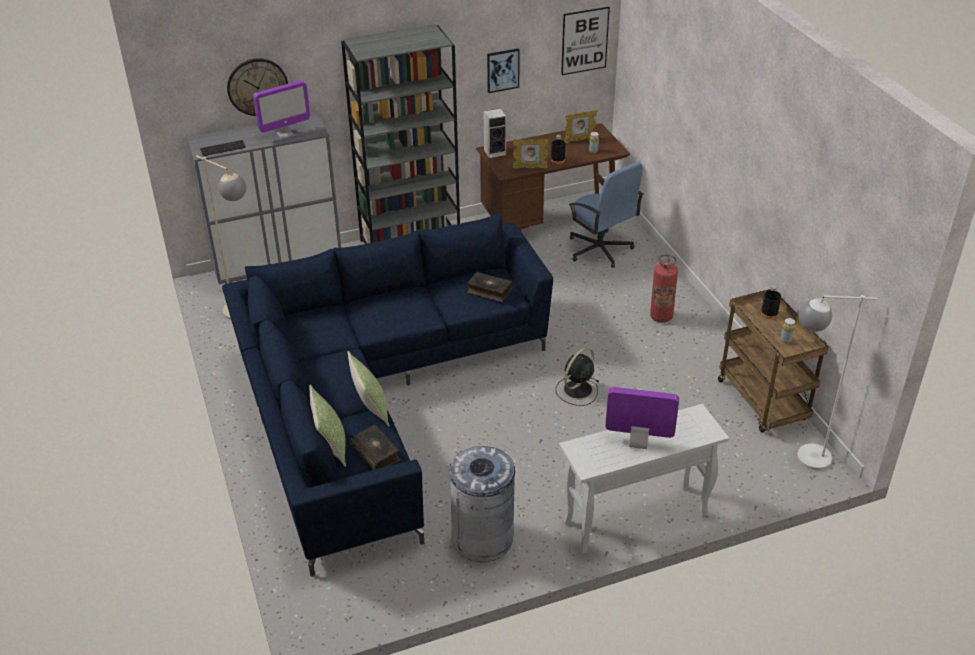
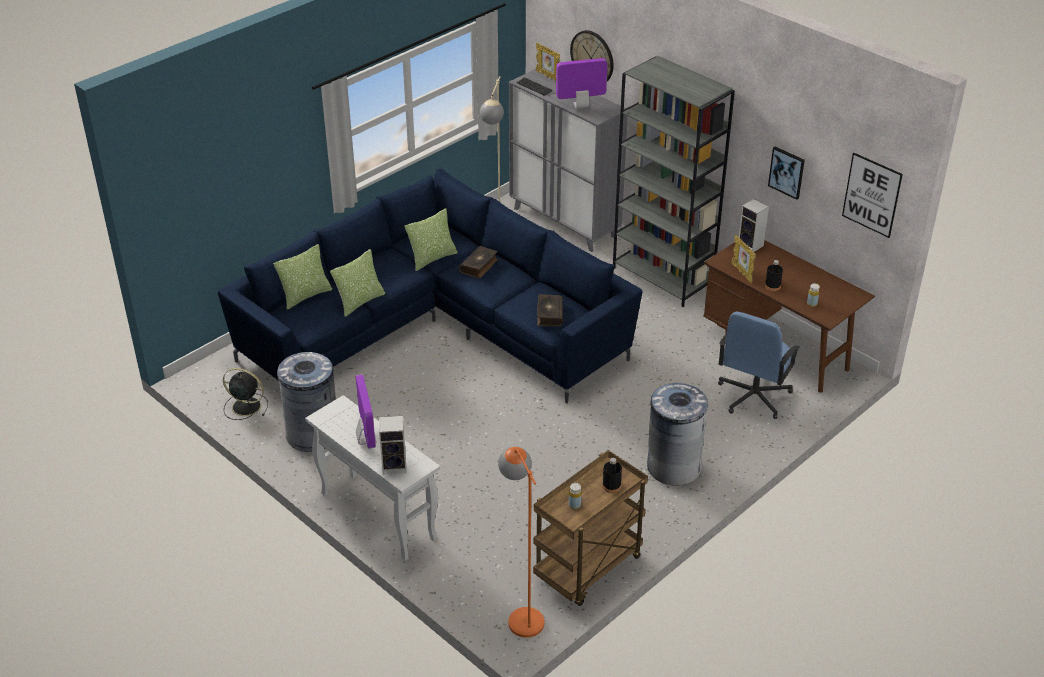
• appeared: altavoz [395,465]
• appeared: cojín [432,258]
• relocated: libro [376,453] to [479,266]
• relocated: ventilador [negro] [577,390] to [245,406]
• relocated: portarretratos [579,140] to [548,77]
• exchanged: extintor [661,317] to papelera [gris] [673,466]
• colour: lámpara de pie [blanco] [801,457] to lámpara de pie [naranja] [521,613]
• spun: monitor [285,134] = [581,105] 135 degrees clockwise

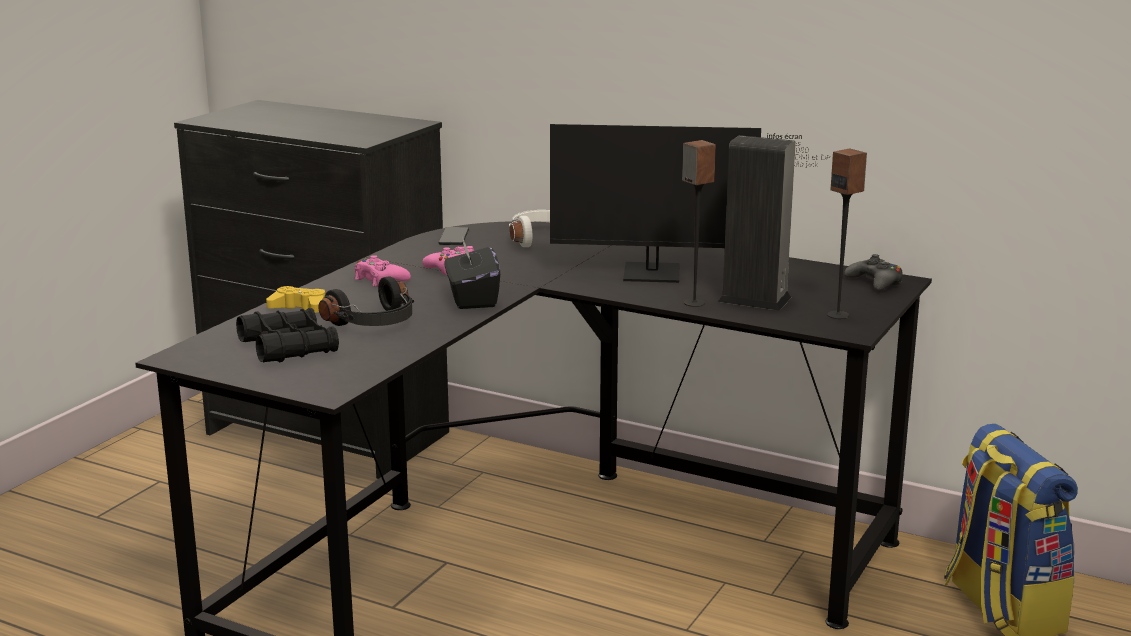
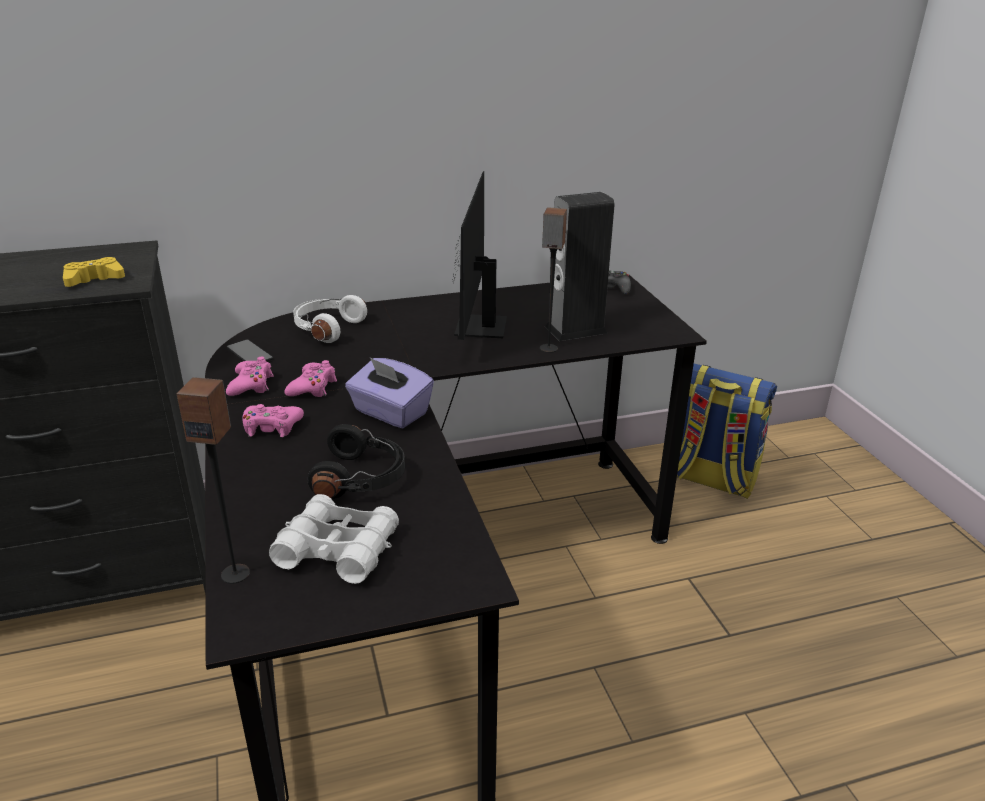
• appeared: mando de consola [rosa] [251,385]
• relocated: mando de consola [amarillo] [299,308] to [94,279]
• relocated: altavoz [838,315] to [236,573]
• colour: prismáticos [negro] [288,347] to prismáticos [blanco] [338,549]
• colour: caja de pañuelos [negro] [472,299] to caja de pañuelos [morado] [390,413]
• spun: monitor [662,274] = [477,330] 135 degrees clockwise

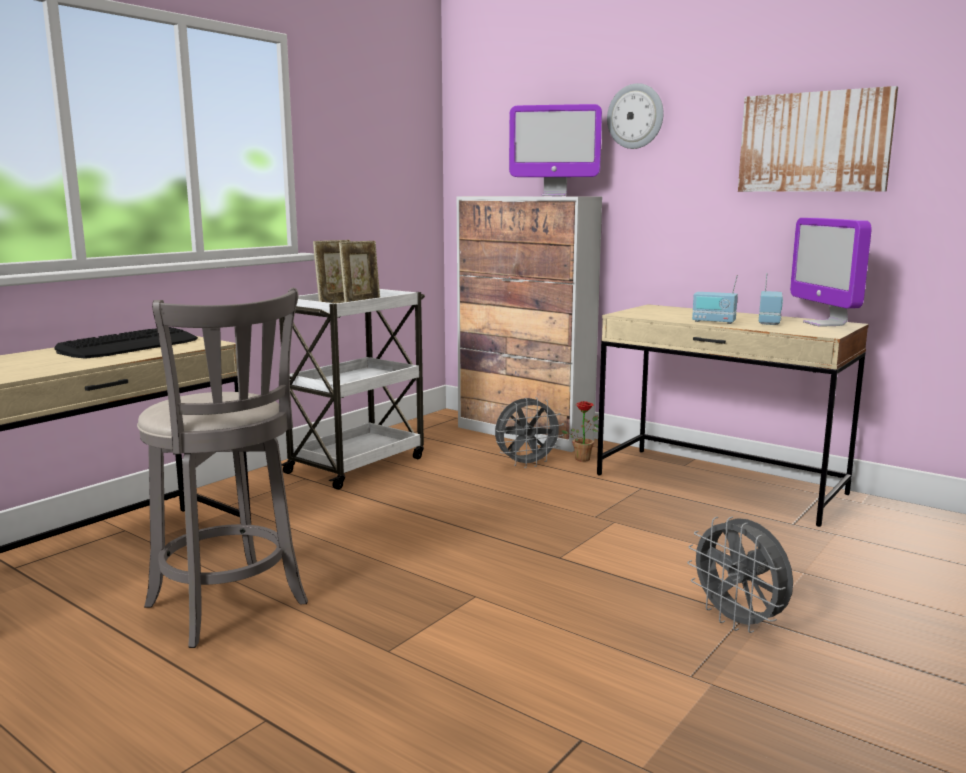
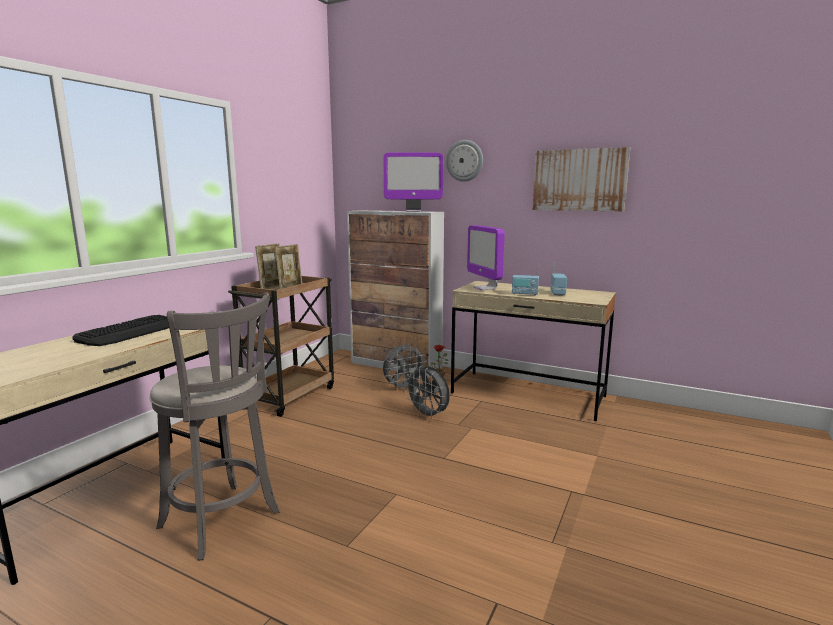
• relocated: ventilador [gris] [739,622] to [428,416]
• relocated: monitor [824,324] to [485,288]
• colour: carrito [blanco] [357,464] to carrito [marrón] [290,396]

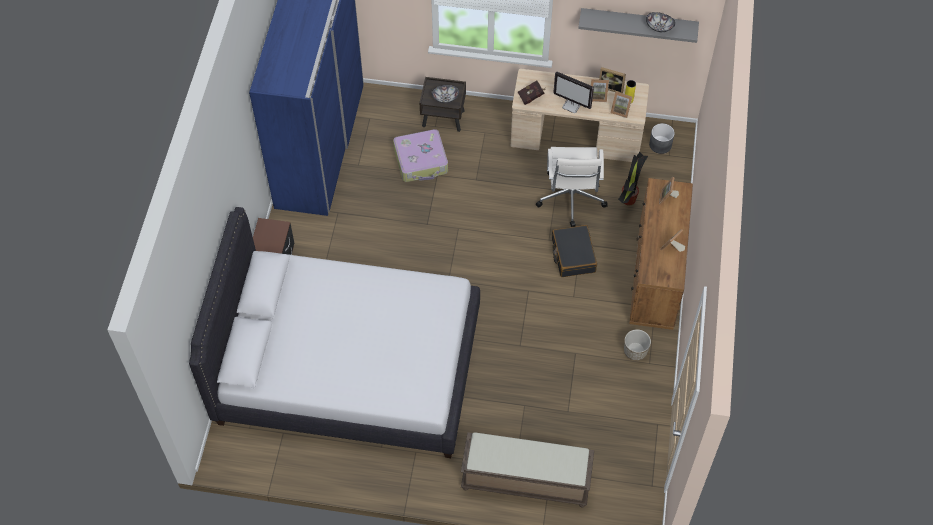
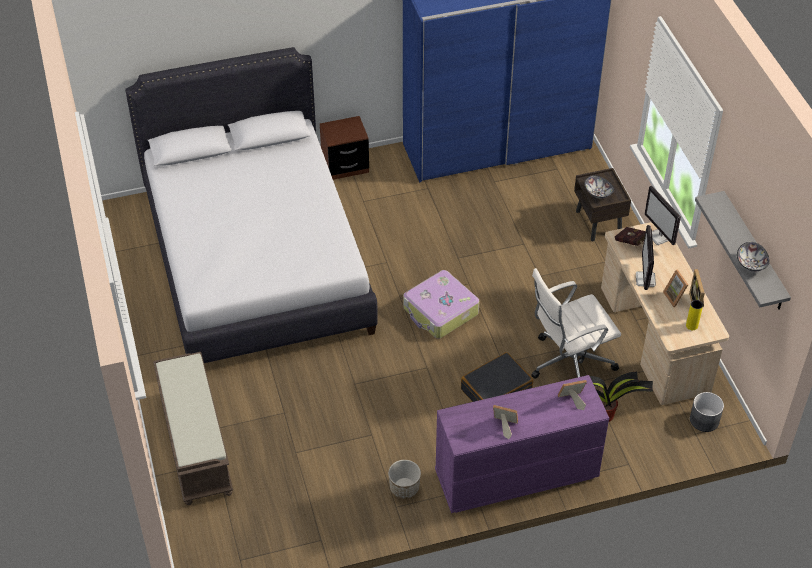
• missing: portarretratos [621,110]
• appeared: monitor [659,237]
• relocated: maleta [421,161] to [440,311]
• colour: cómoda [marrón] [655,276] to cómoda [morado] [515,475]

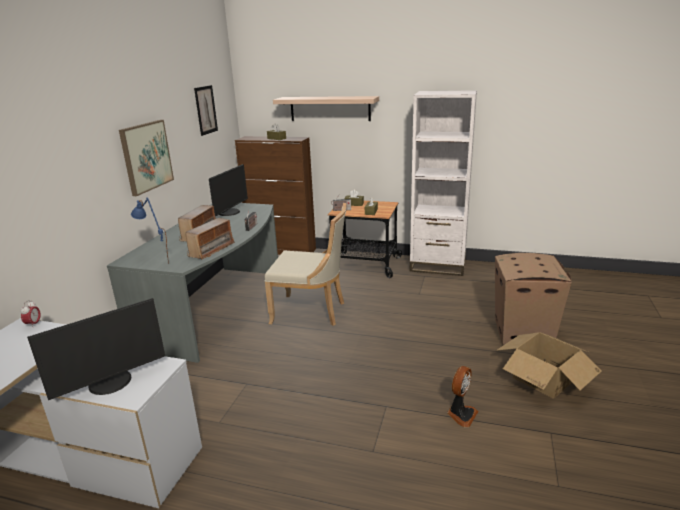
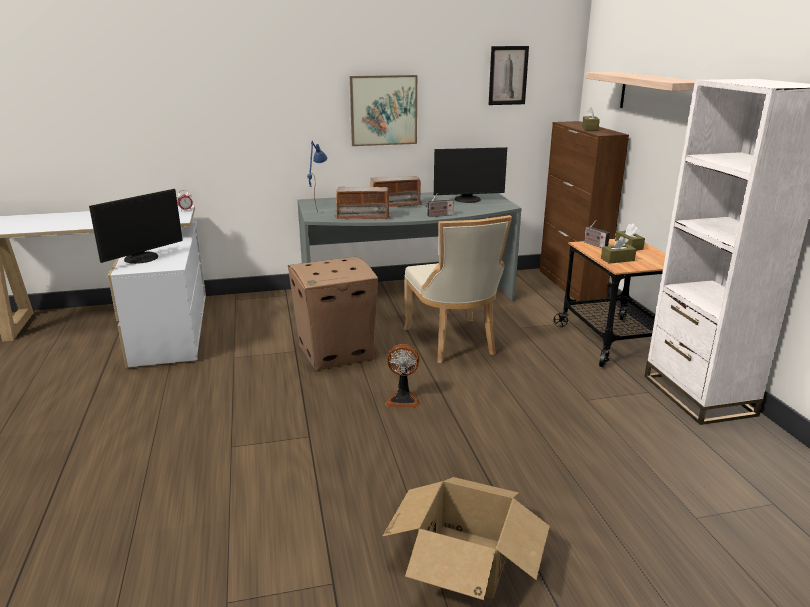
• relocated: ventilador [461,414] to [403,399]
• relocated: caja de cartón [523,332] to [336,352]
• spun: monitor [111,383] = [142,258] 75 degrees counterclockwise

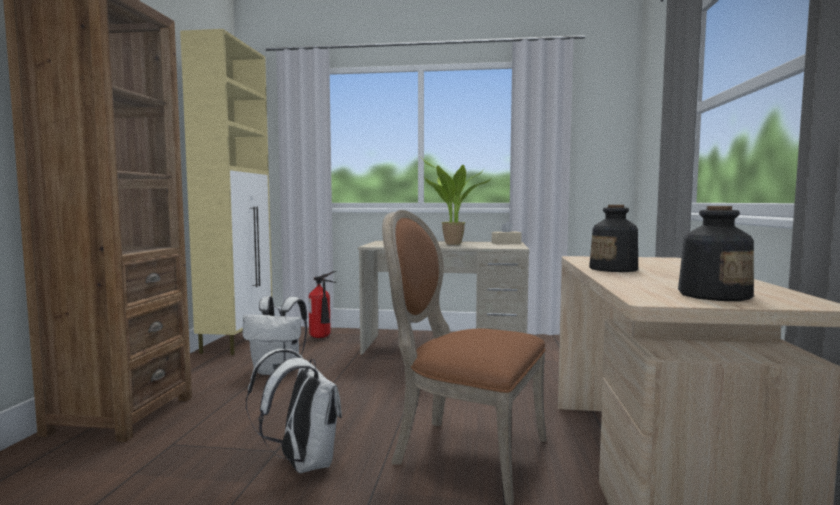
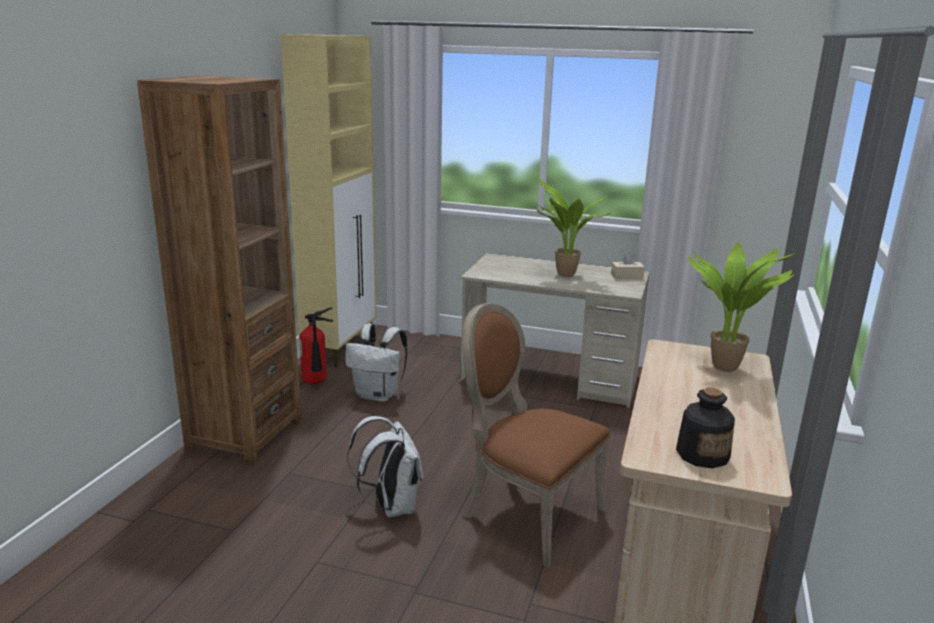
• missing: botella [614,269]
• appeared: planta en maceta [727,366]
• relocated: extintor [322,337] to [316,383]

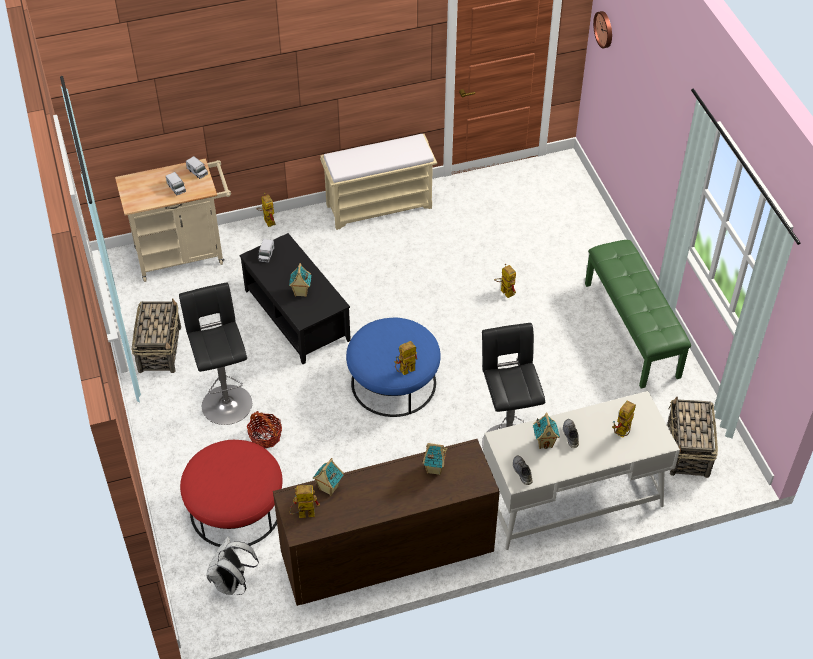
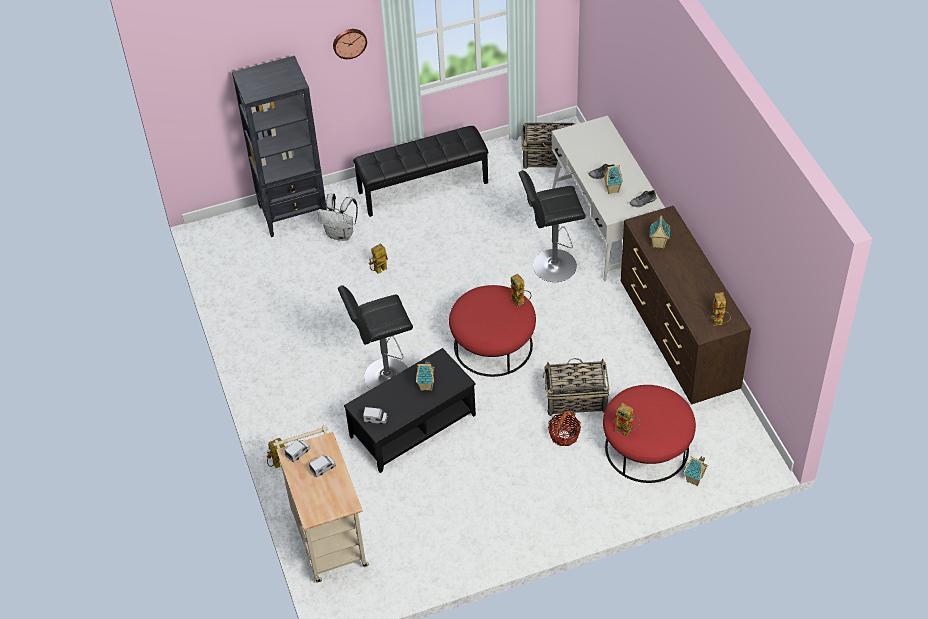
• missing: banco [beis] [380,206]
• appeared: estantería [negro] [294,214]
• relocated: cesta [160,348] to [575,399]
• relocated: taburete [negro] [225,401] to [383,377]
• relocated: mochila [blanco] [232,583] to [341,234]
• relocated: casita [328,488] to [694,480]
• relocated: reloj de pared [604,29] to [349,42]
• relocated: robot de juguete [622,434] to [626,430]
• colour: puf [azul] [393,383] to puf [rojo] [493,345]
• colour: banco [verde] [632,329] to banco [negro] [423,187]

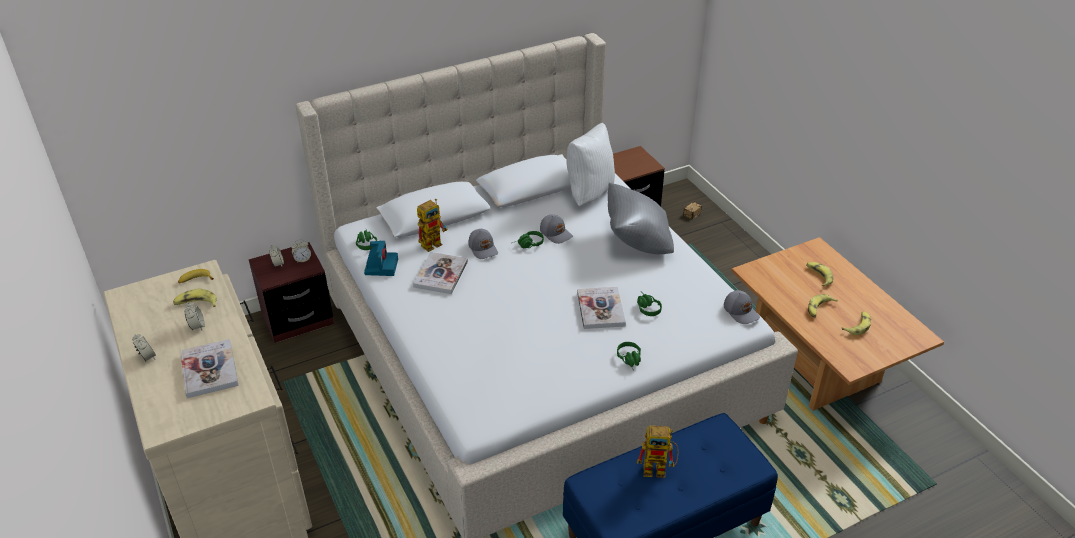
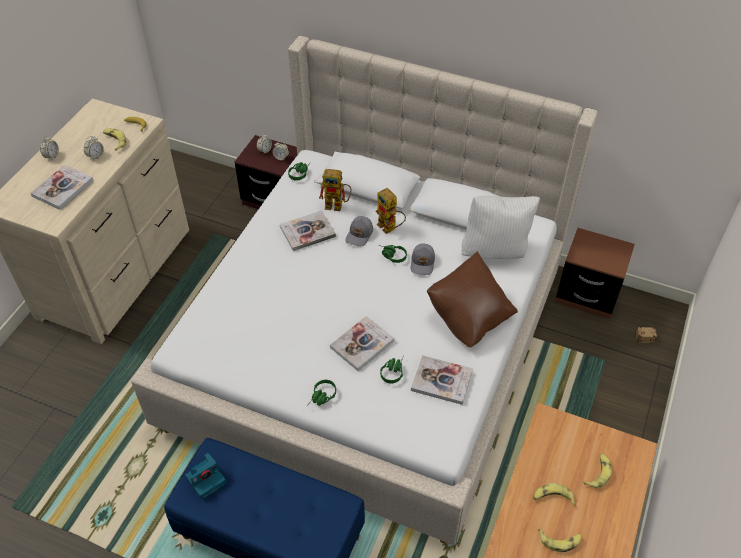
• missing: gorra [gris] [741,311]
• appeared: libro [441,381]
• relocated: cámara [381,266] to [206,479]
• relocated: robot de juguete [659,469] to [390,228]
• colour: cojín [gris] [637,241] to cojín [marrón] [469,317]

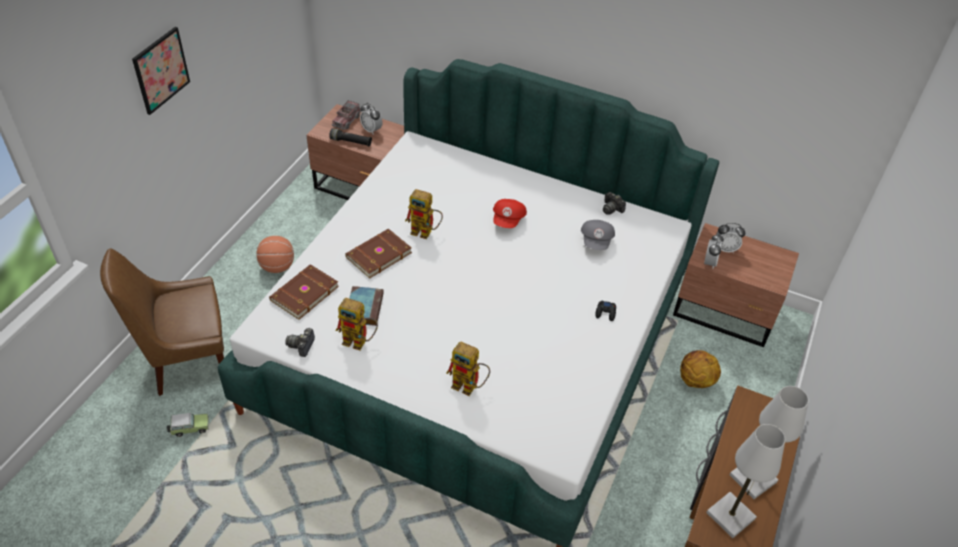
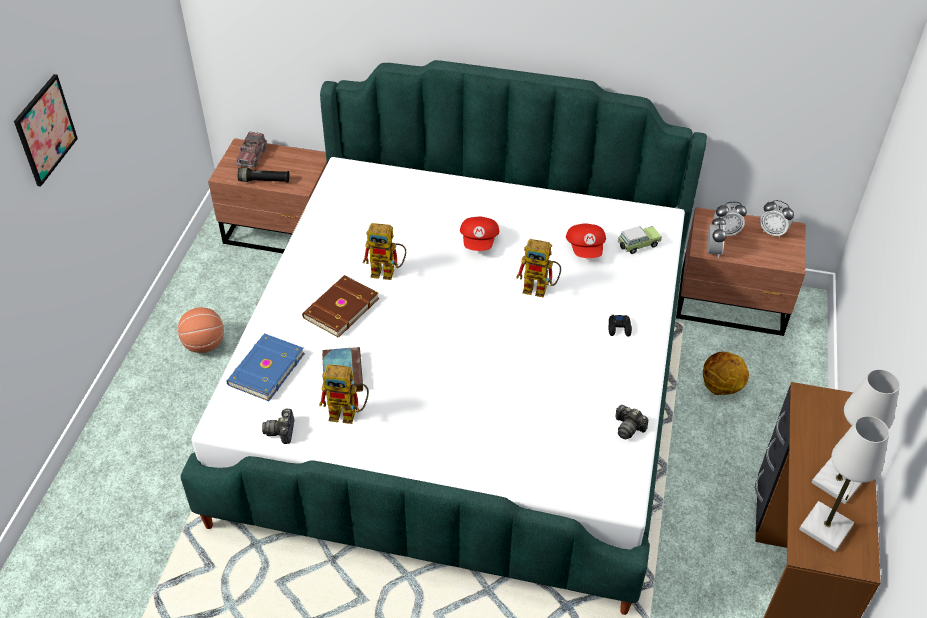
• missing: silla [marrón] [186,360]
• relocated: coche de juguete [189,428] to [637,245]
• relocated: despertador [371,130] to [772,232]
• relocated: robot de juguete [469,387] to [540,289]
• relocated: cámara [611,209] to [628,427]
• colour: libro [marrón] [303,293] to libro [azul] [265,369]
• colour: gorra [gris] [596,241] to gorra [rojo] [586,248]

